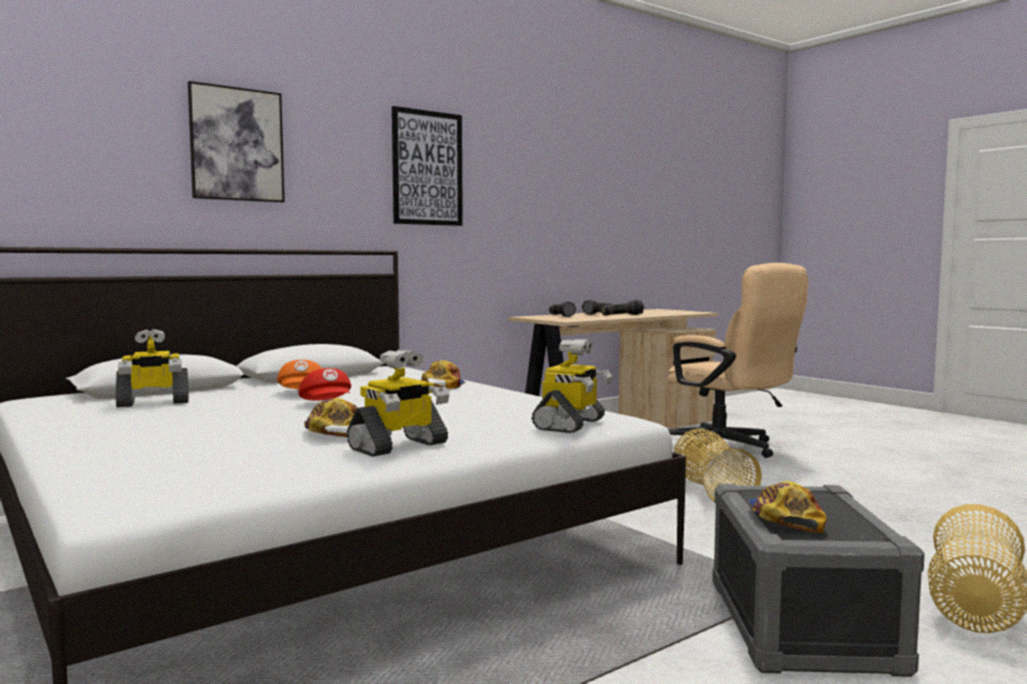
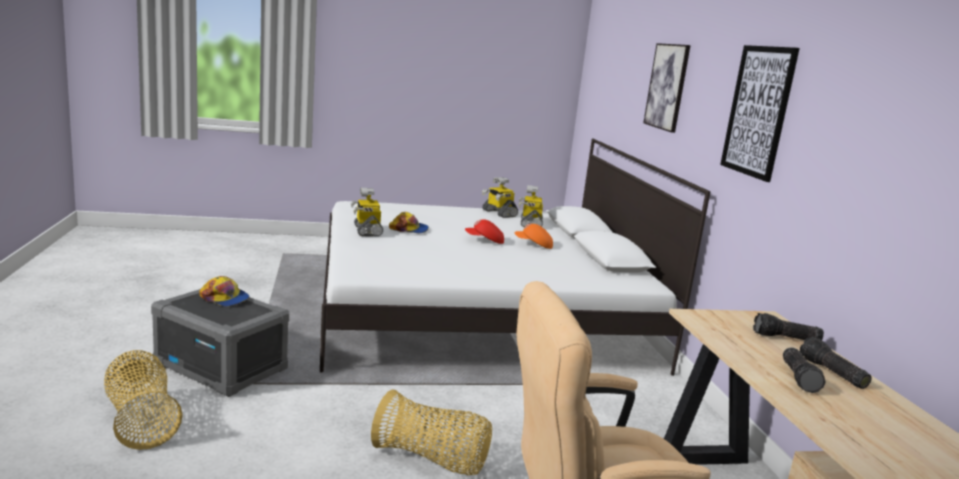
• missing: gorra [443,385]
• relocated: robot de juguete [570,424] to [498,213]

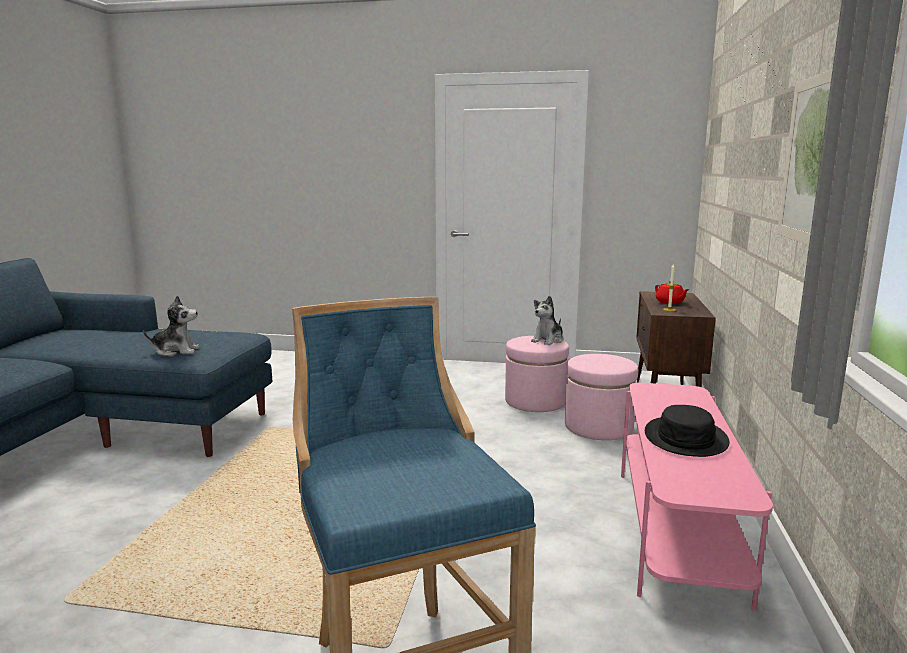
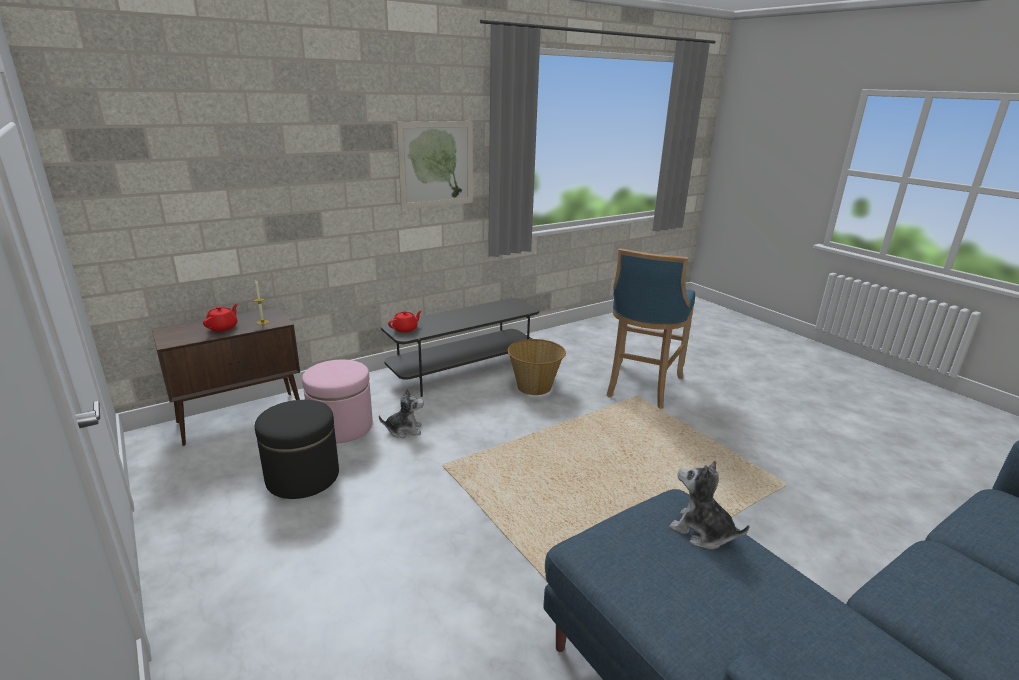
• missing: sombrero [negro] [686,438]
• appeared: tetera [rojo] [405,329]
• appeared: cesta [534,387]
• relocated: peluche [548,340] to [404,430]
• colour: puf [rosa] [535,401] to puf [negro] [303,477]
• colour: mueble de televisión [rosa] [676,531] to mueble de televisión [gris] [464,370]

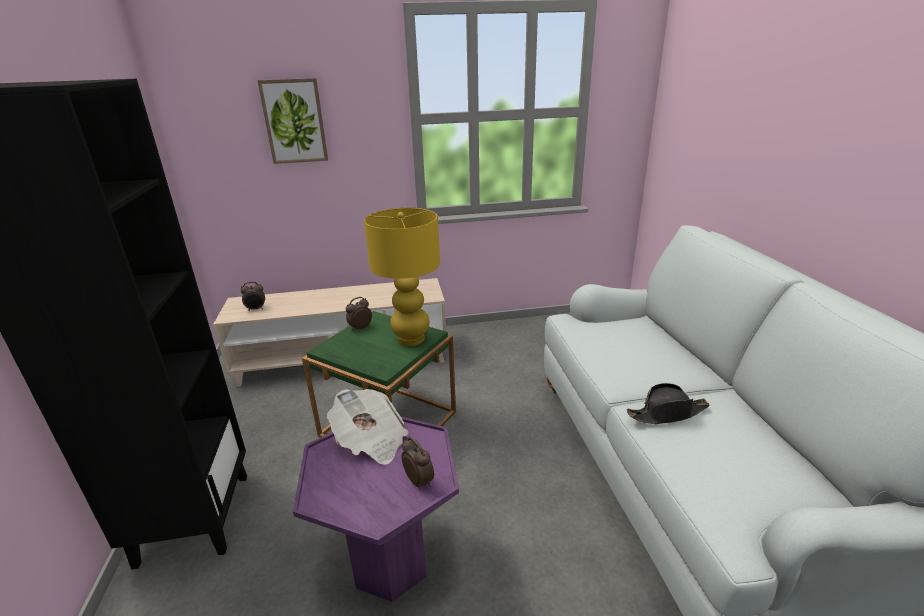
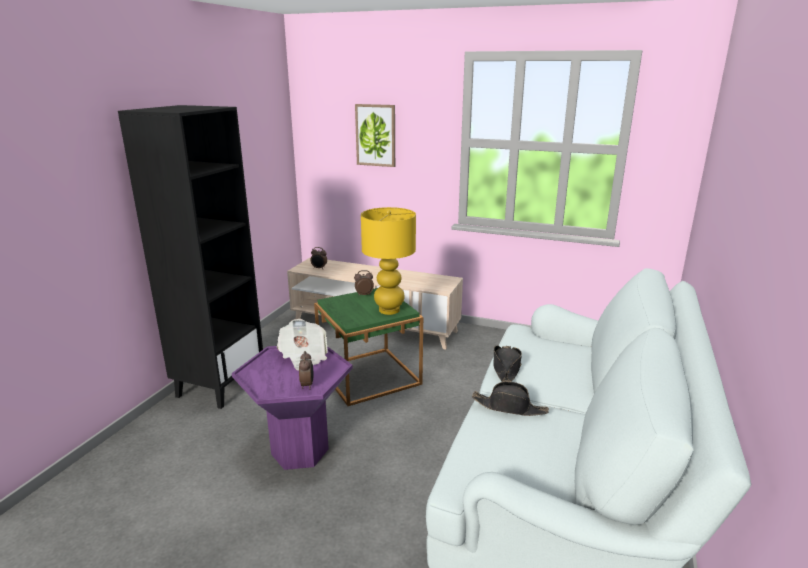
• appeared: sombrero [negro] [506,368]

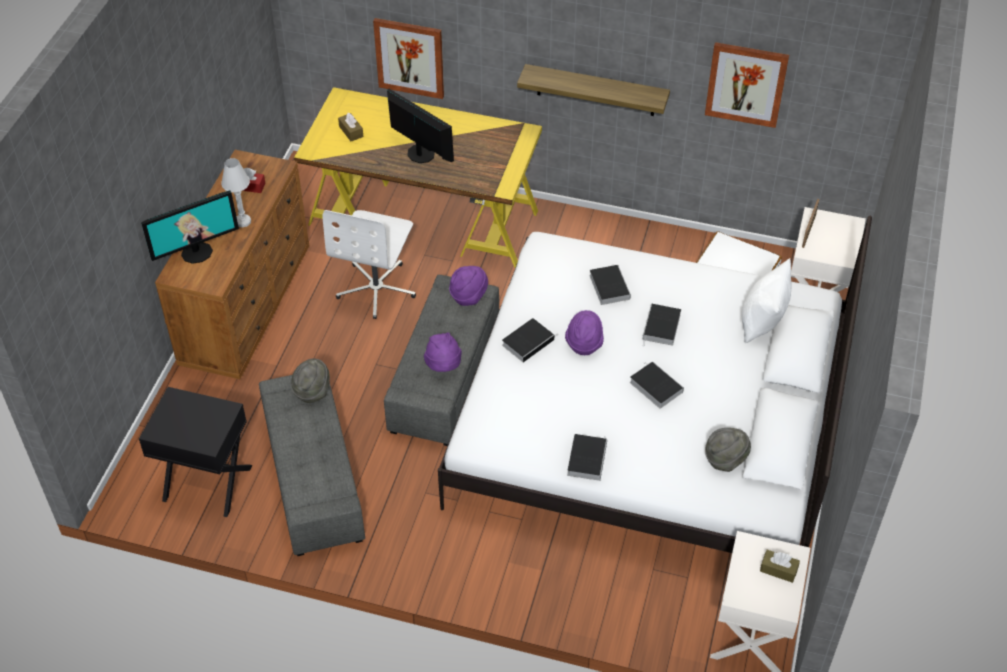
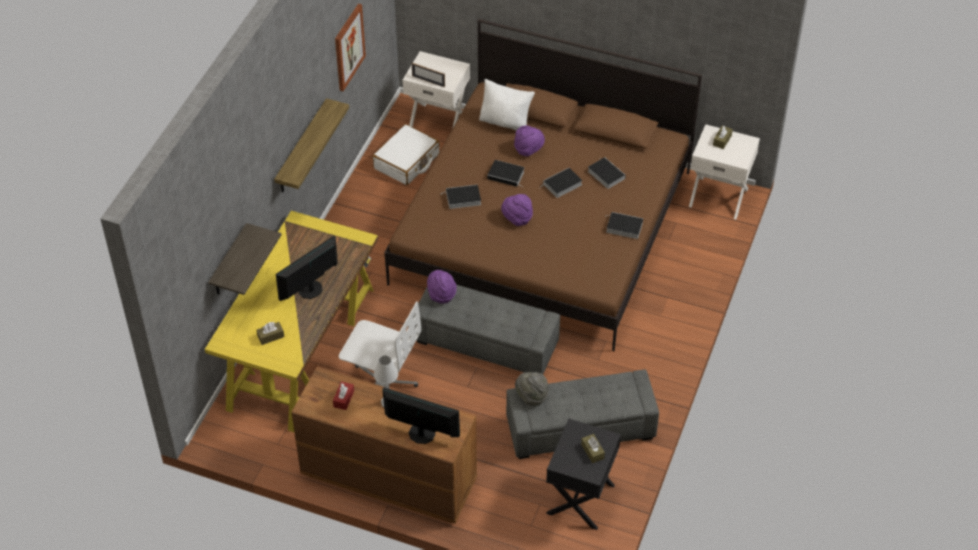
• missing: sombrero [gris] [725,459]
• appeared: caja de pañuelos [marrón] [592,451]
• relocated: sombrero [morado] [444,366] to [528,149]
• relocated: libro [528,341] to [605,174]
• exchanged: cuadro [410,57] to estante [229,262]
• colour: cama [blanco] [649,422] to cama [marrón] [543,227]
• spun: monitor [196,252] = [421,434] 45 degrees counterclockwise

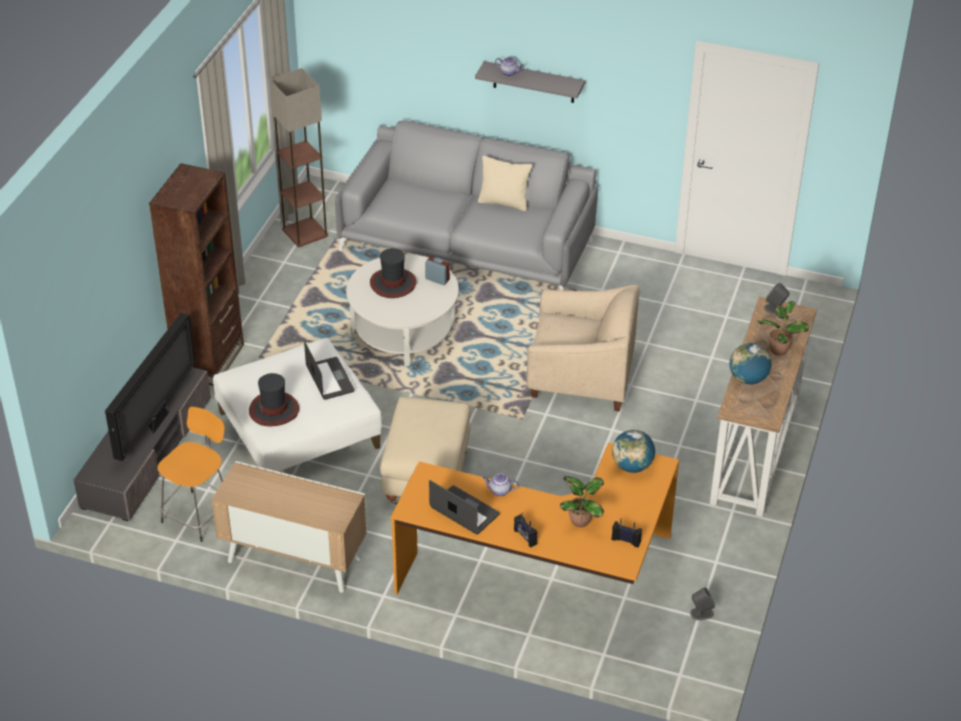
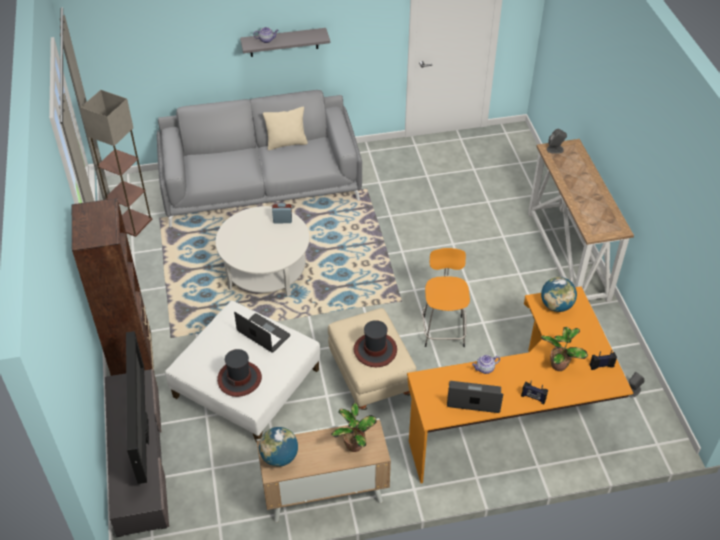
• missing: sillón [beis] [581,377]
• relocated: taburete [naranja] [198,514] to [443,330]
• relocated: sombrero [393,283] to [375,350]
• relocated: globo terráqueo [748,379] to [279,457]
• relocated: planta en maceta [779,349] to [354,444]

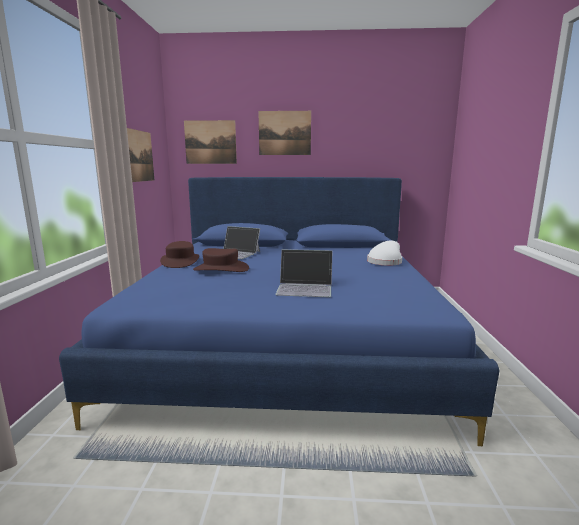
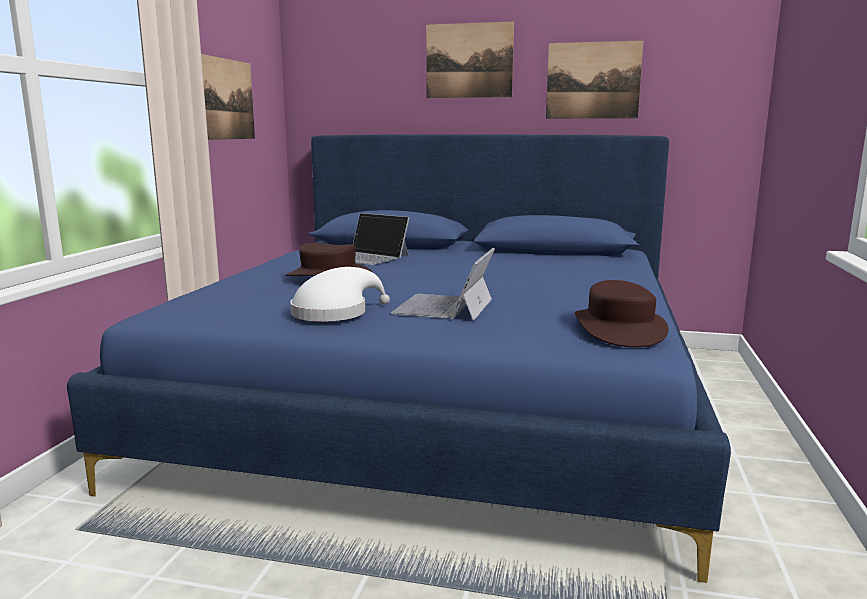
• relocated: sombrero [marrón] [180,261] to [619,329]
• relocated: cuadro [210,142] to [593,80]
• relocated: sombrero [blanco] [385,262] to [335,313]
• spun: portátil [305,287] = [445,307] 90 degrees clockwise

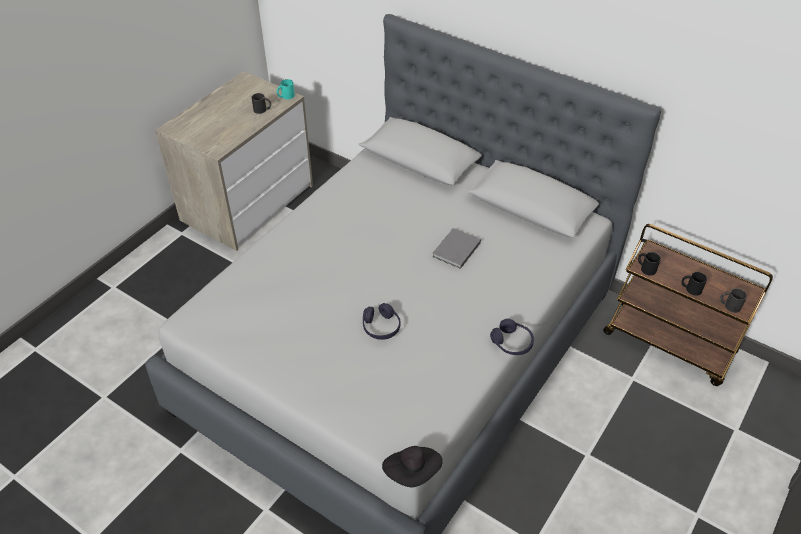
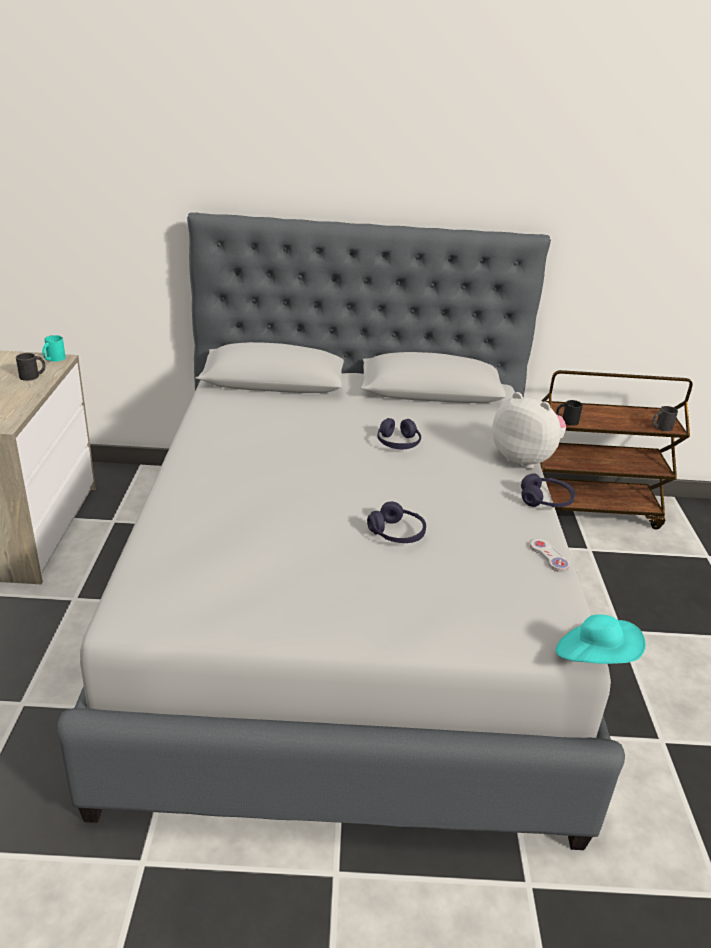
• missing: taza grande [negro] [690,289]
• appeared: peluche [524,459]
• appeared: mando de consola [blanco] [549,556]
• exchanged: libro [gris] [455,250] to auriculares [morado] [398,443]
• colour: sombrero [negro] [413,472] to sombrero [turquesa] [595,658]

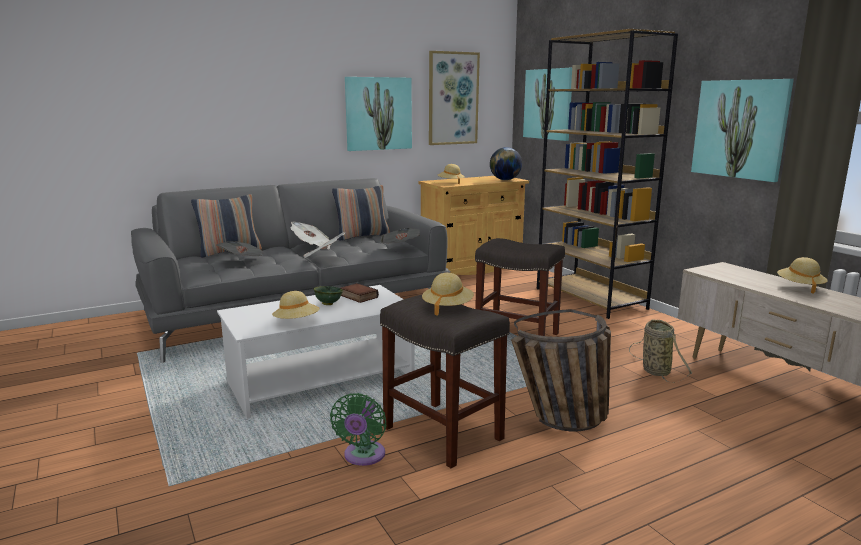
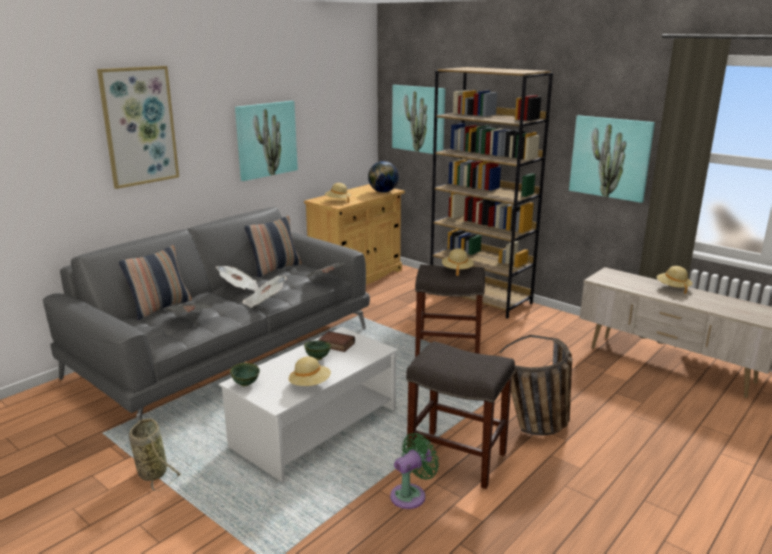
• appeared: cuenco [verde] [246,384]
• relocated: sombrero [beis] [447,307] to [457,270]
• relocated: cuadro [453,98] to [139,126]
• relocated: cesta [654,370] to [152,471]
• spun: ventilador [verde] [363,456] = [411,495] 120 degrees counterclockwise

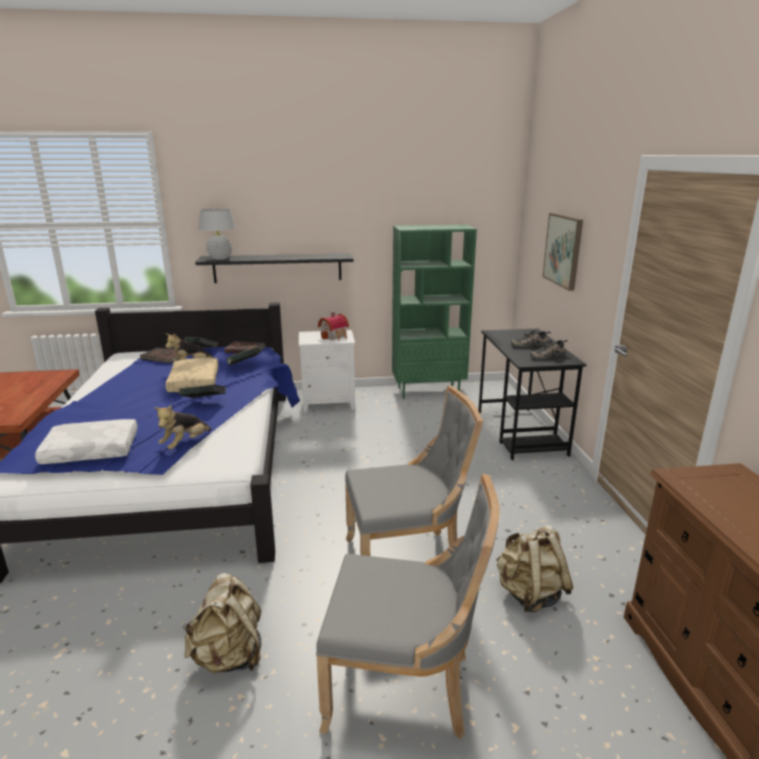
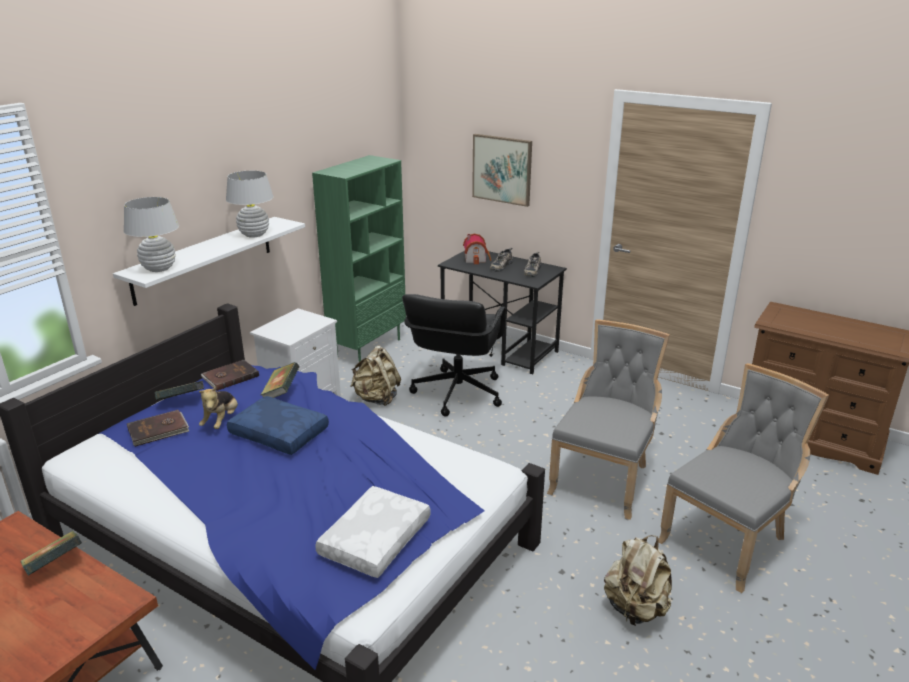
• missing: peluche [185,443]
• appeared: lámpara de mesa [blanco] [254,235]
• appeared: silla de oficina [negro] [456,393]
• relocated: libro [204,402] to [55,566]
• relocated: casita [335,336] to [476,258]
• relocated: mochila [beis] [529,594] to [376,398]
• colour: cojín [beis] [195,383] to cojín [azul] [280,433]
• colour: estante [negro] [277,268] to estante [blanco] [204,259]

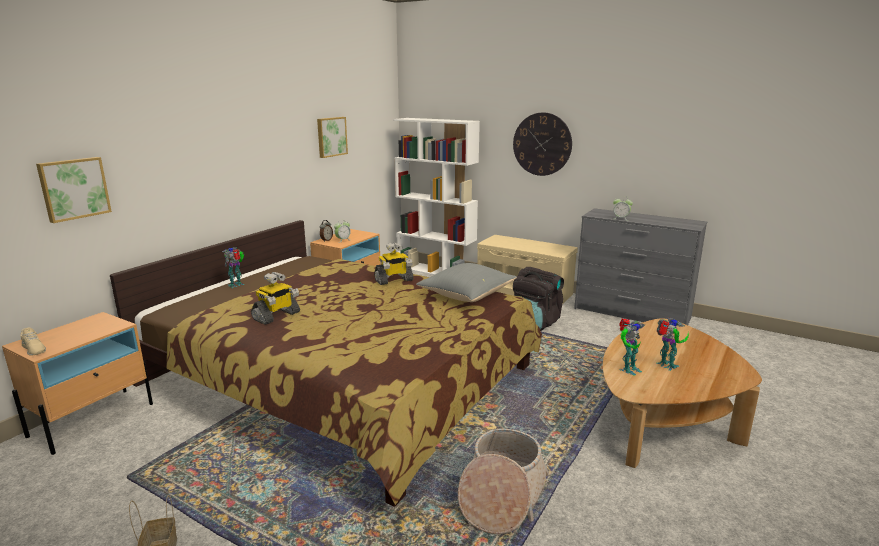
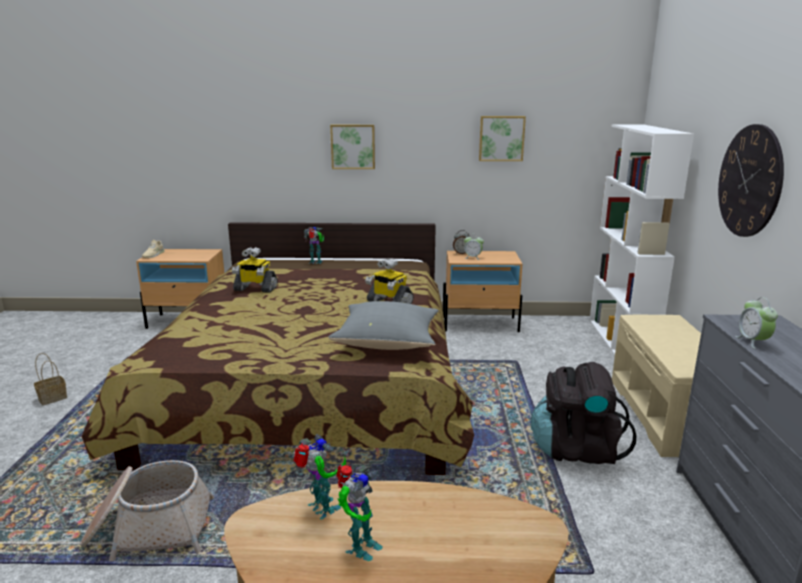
• relocated: cuadro [74,188] to [353,146]
• spun: robot de juguete [628,369] = [322,509] 150 degrees counterclockwise

